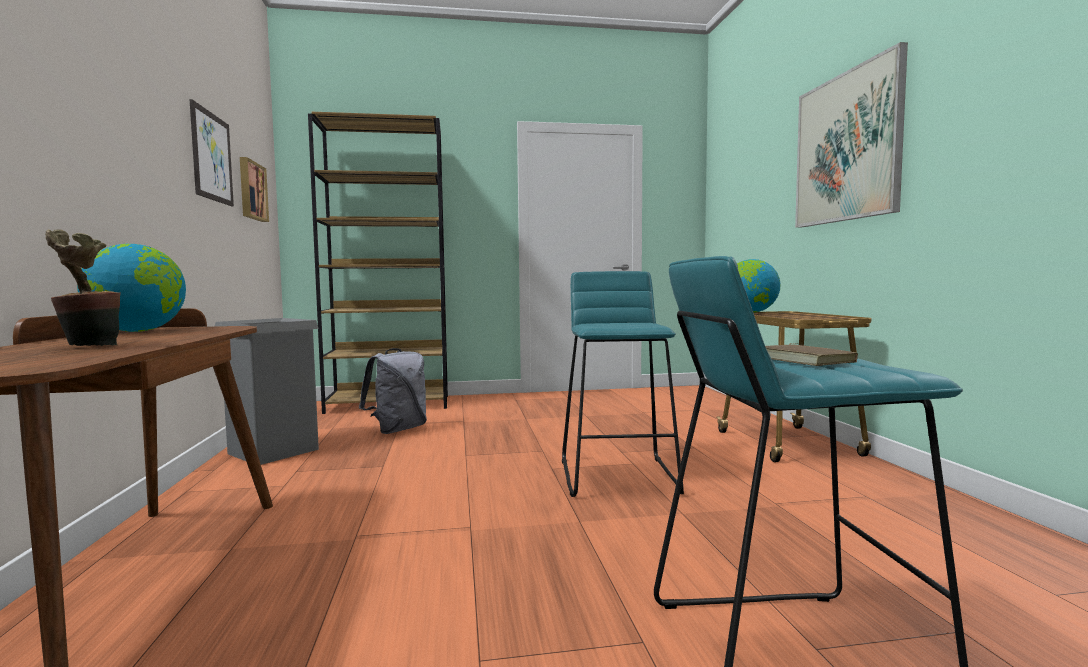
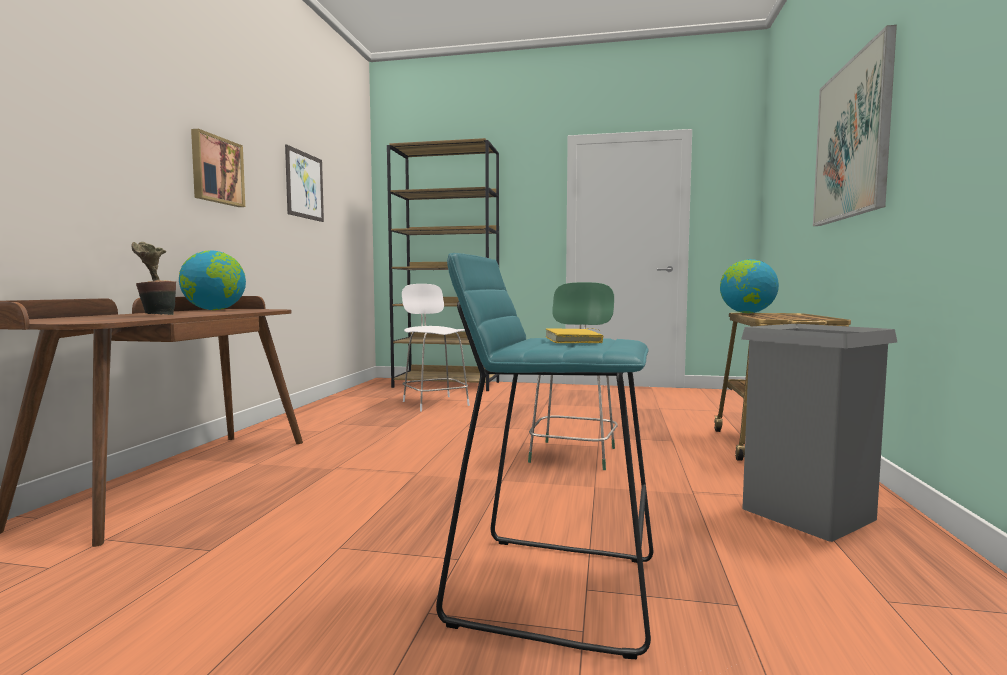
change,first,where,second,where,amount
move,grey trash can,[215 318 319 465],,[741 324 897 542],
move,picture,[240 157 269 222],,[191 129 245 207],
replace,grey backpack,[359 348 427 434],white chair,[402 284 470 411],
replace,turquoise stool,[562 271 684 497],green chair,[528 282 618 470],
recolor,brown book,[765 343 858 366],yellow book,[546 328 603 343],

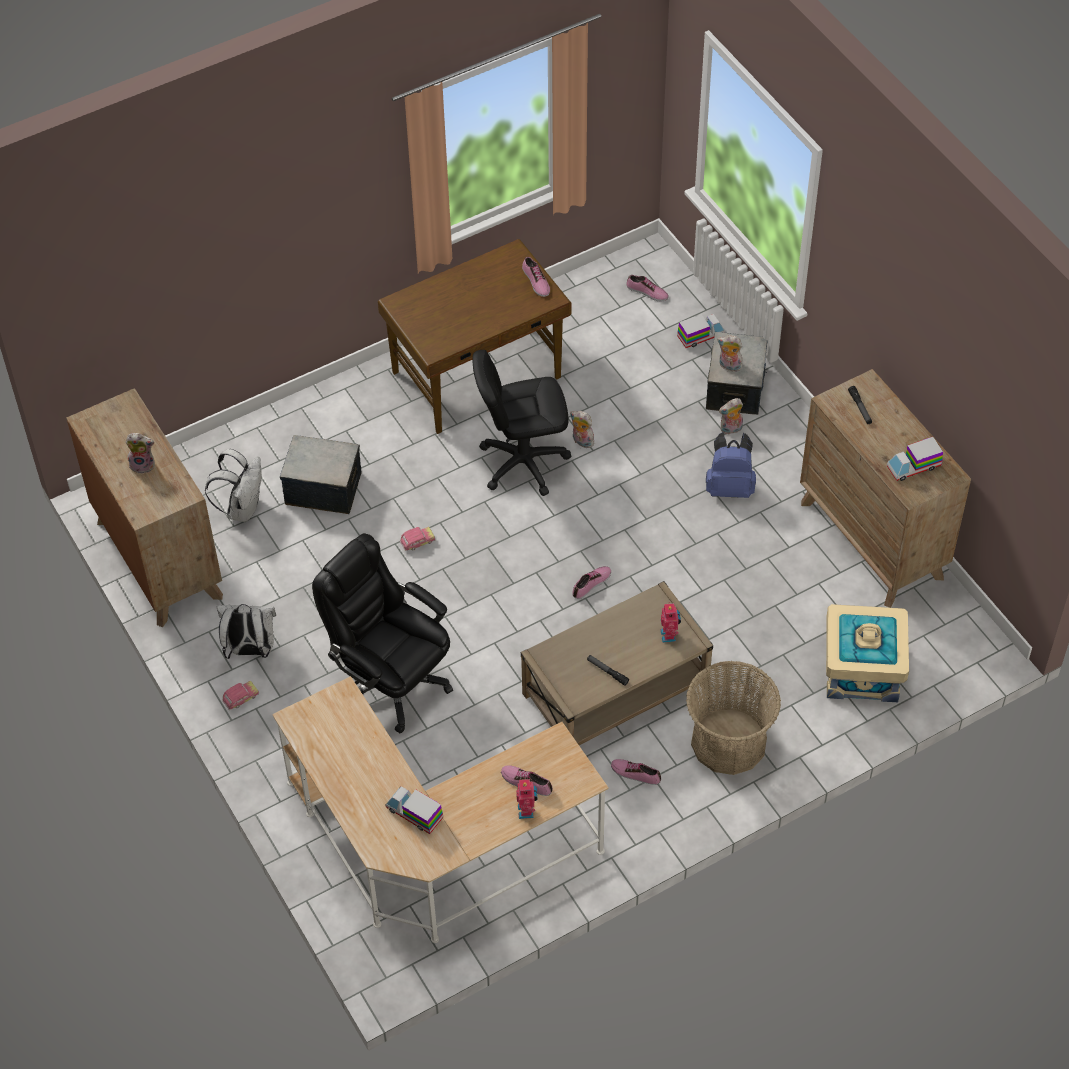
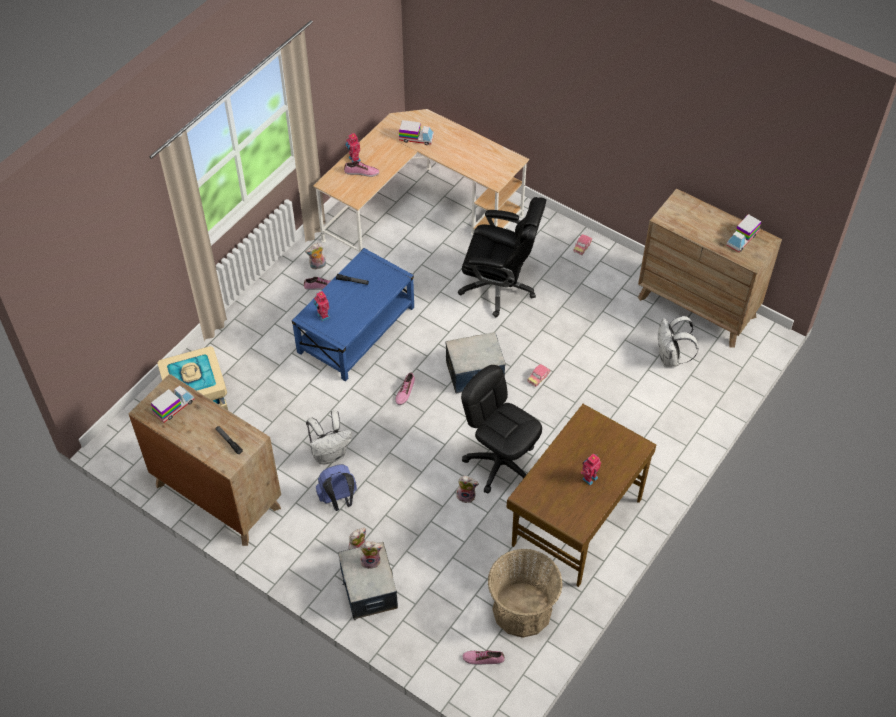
change,first,where,second,where,amount
move,plush toy,[126 433 155 474],,[305 243 326 270],
move,white backpack,[217 604 276 659],,[306 410 352 465],
move,storage box,[280 435 361 514],,[445 332 506 393],
rotate,black office chair,[473 350 571 496],,[461 365 542 493],105 degrees counterclockwise
recolor,beige coffee table,[521 581 713 745],blue coffee table,[292 248 414 381],
delete,shoe,[522 257 550 297],,,
move,toy truck,[677 314 725 348],,[726 214 761 252],
move,basket,[686 660 781 775],,[488 549 562 638],
insert,,,toy robot,[581 453 601 485],

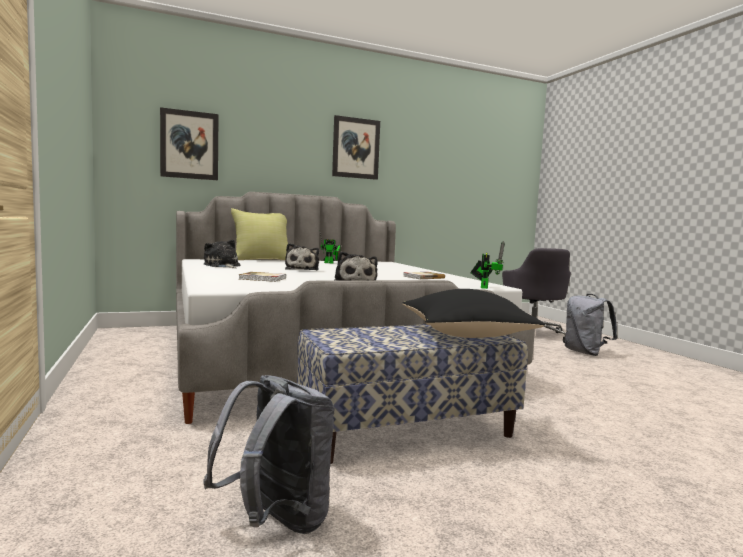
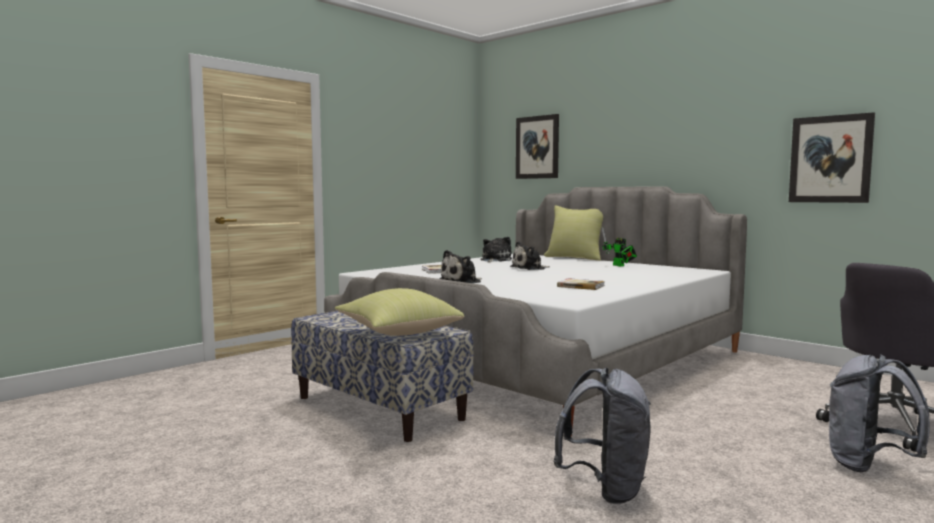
change,first,where,second,where,amount
move,grey backpack,[204 375 335 534],,[553 368 651 504],
move,picture,[332 115 380 180],,[789 112 875 203],
recolor,black pillow,[402 289 545 338],yellow pillow,[335 288 464 336],
delete,toy robot,[470 241 505 289],,,

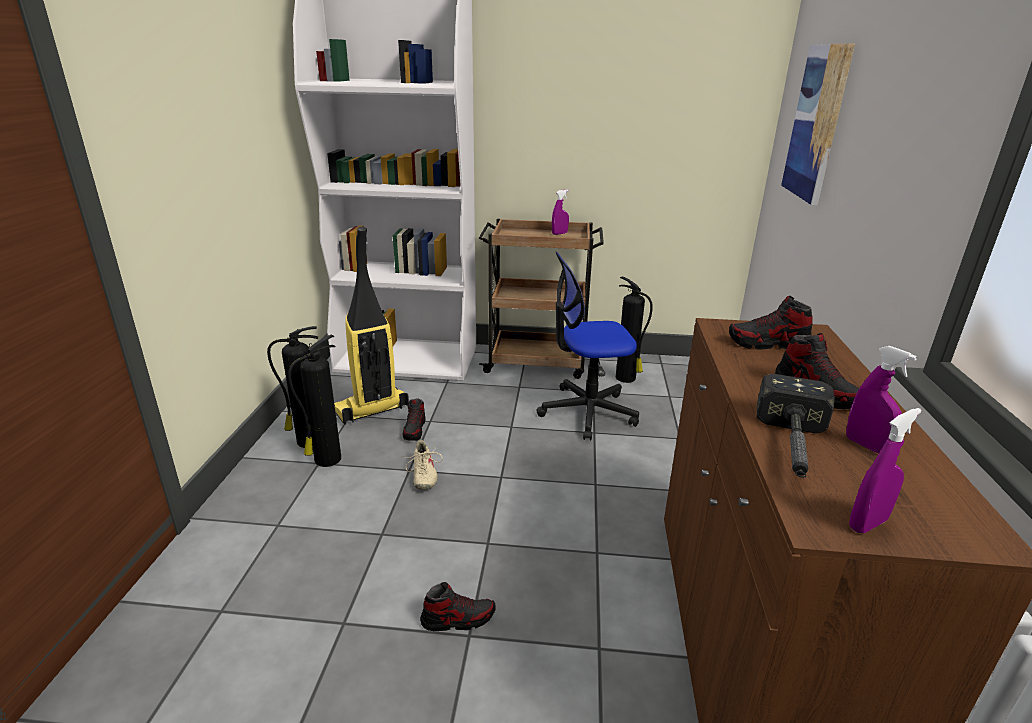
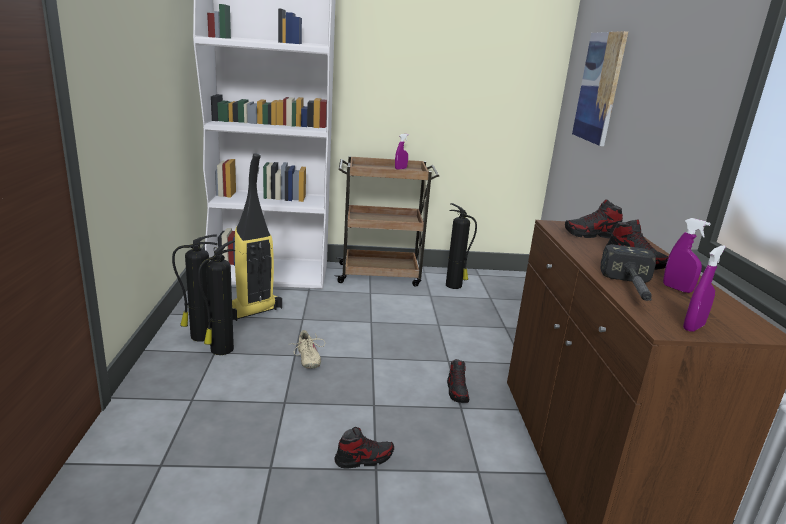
change,first,where,second,where,amount
move,shoe,[403 398 425 441],,[447 359 469 403],
delete,office chair,[536 252 639 440],,,

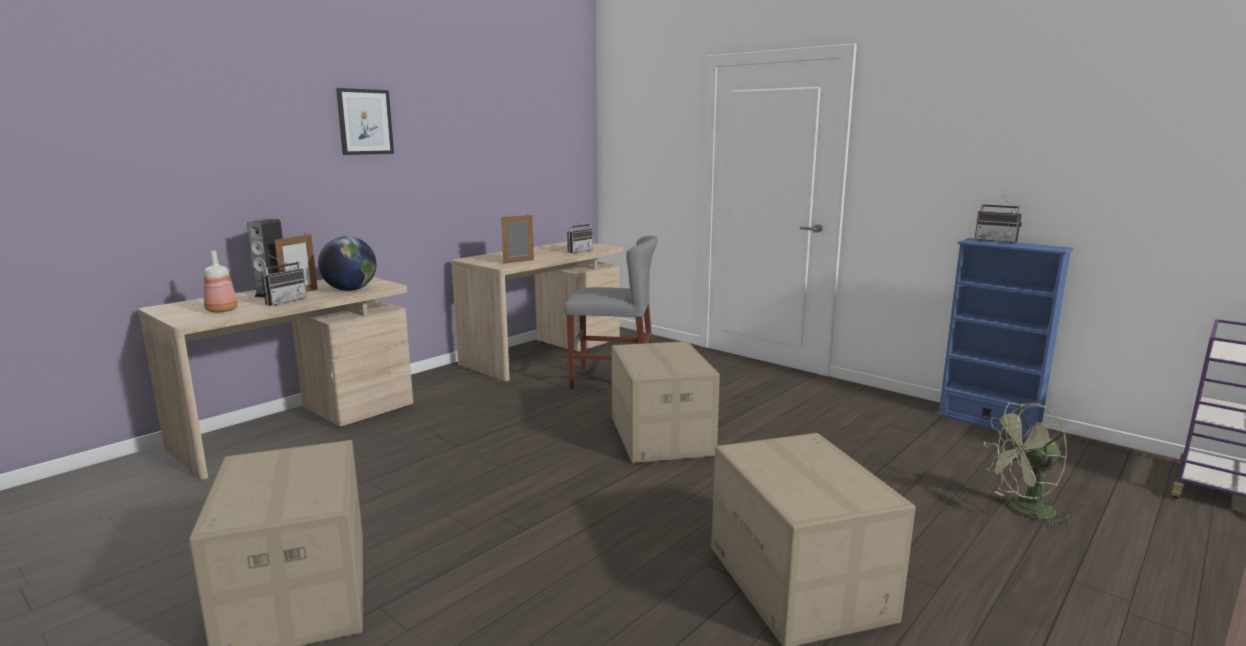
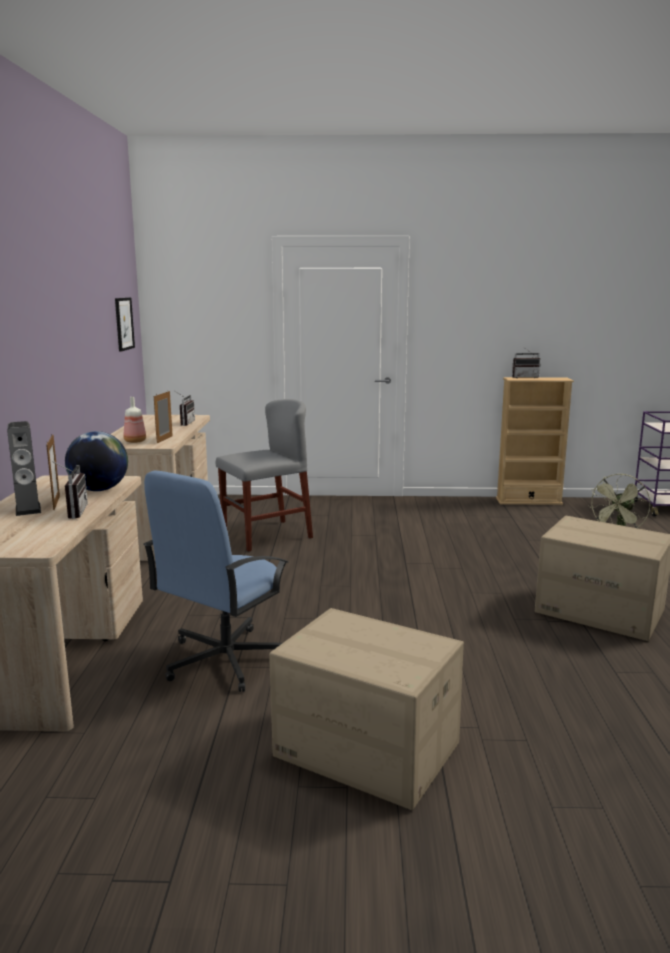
change,first,where,second,where,amount
move,bottle,[204 251 238 313],,[123 397 146 443],
move,picture,[336 88 394 155],,[115 297 135 352],
delete,cardboard box,[612 341 720 463],,,
recolor,blue bookcase,[936 238 1073 438],beige bookcase,[496 377 574 505],
insert,,,blue office chair,[143 470 289 692],

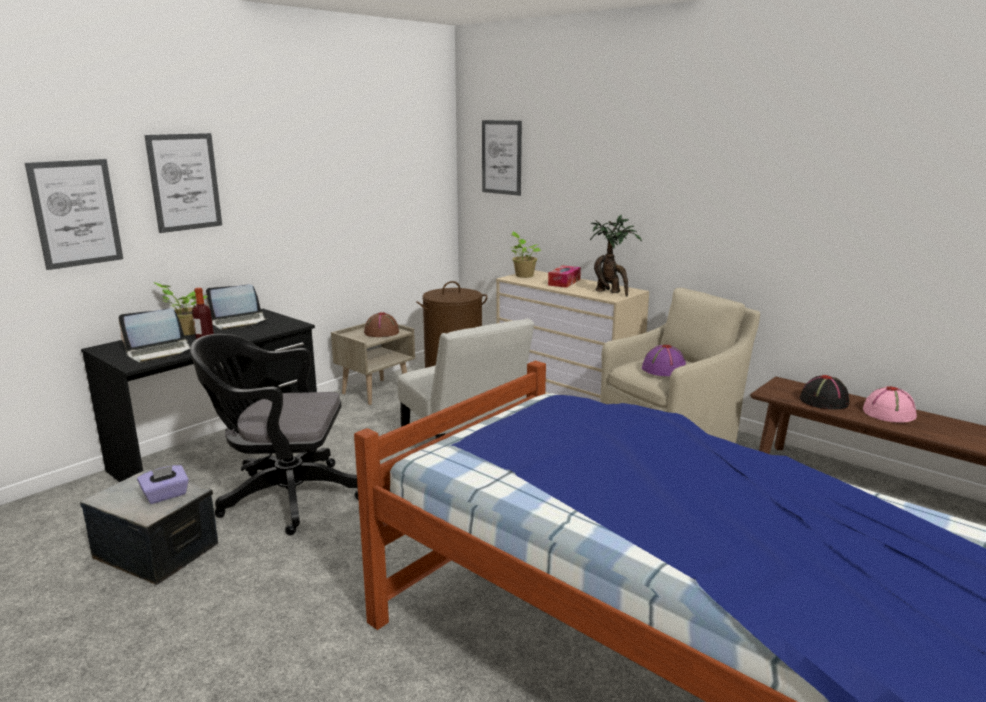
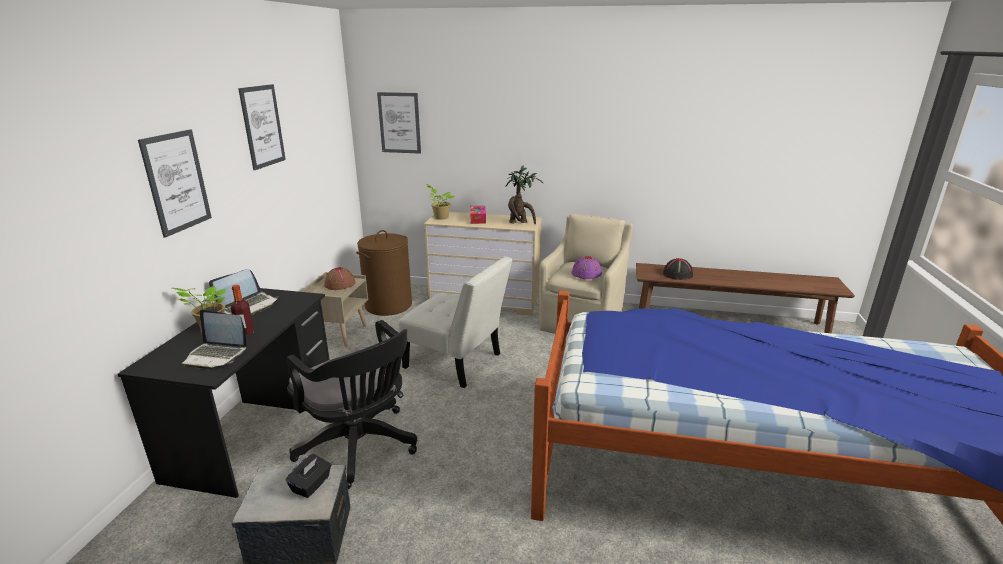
change,first,where,second,where,amount
move,picture,[25 159 123 270],,[238 84 286 170],
rotate,laptop,[119 309 191 363],,[182 310 247 369],75 degrees clockwise
recolor,purple tissue box,[137 465 189 504],black tissue box,[286 454 331 498],
rotate,black office chair,[190 334 358 536],,[286 320 417 489],105 degrees counterclockwise
delete,pink hat,[863 386 917 423],,,

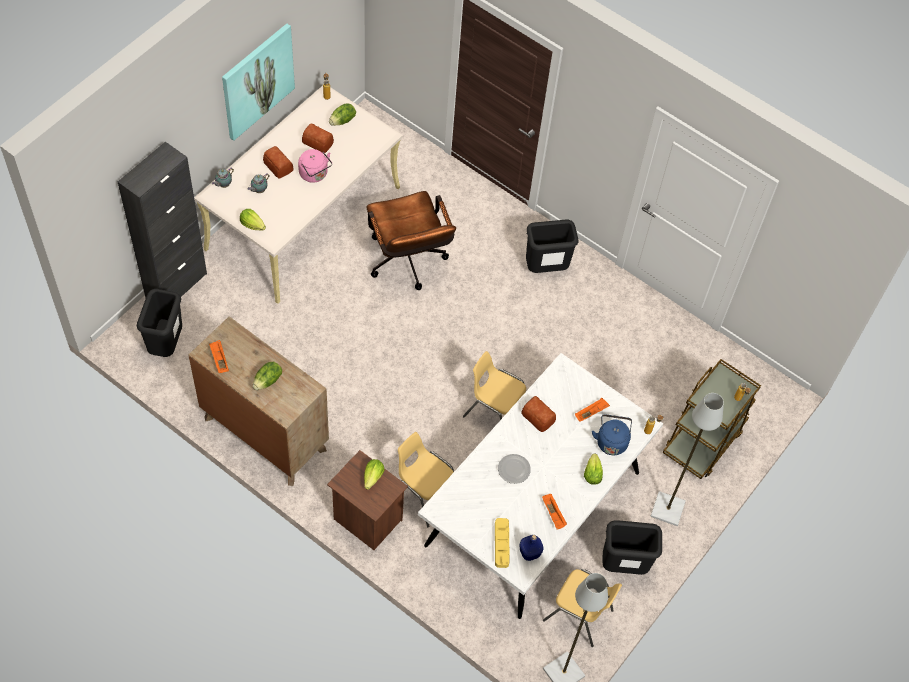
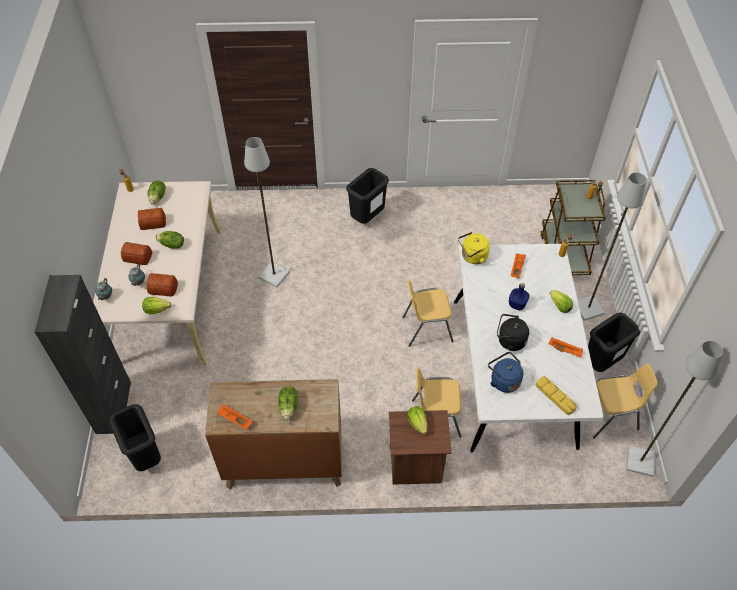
change,first,where,second,where,amount
delete,picture,[222 24 295 141],,,
replace,pink kettle,[298 149 332 183],lettuce,[156 231 184 249],
replace,brown office chair,[367 191 456 290],grey floor lamp,[244 137 290 287],
replace,plate,[498 454 531 484],black kettle,[497 314 529 351],
move,blue bottle,[520 535 543 561],,[509 283 529 310],
move,bread,[521 396 556 432],,[146 273 178 297],
move,blue kettle,[592 414 632 455],,[488 352 523 393],
insert,,,yellow kettle,[458 232 490 264],

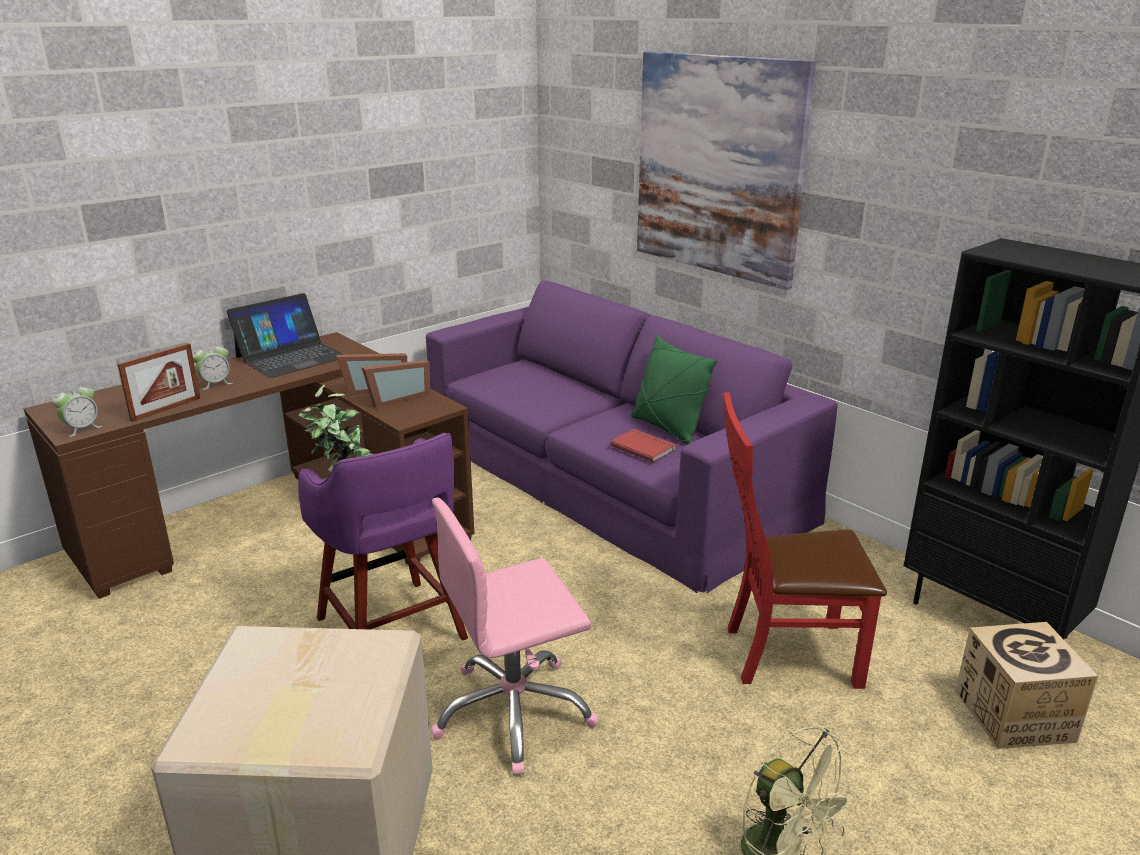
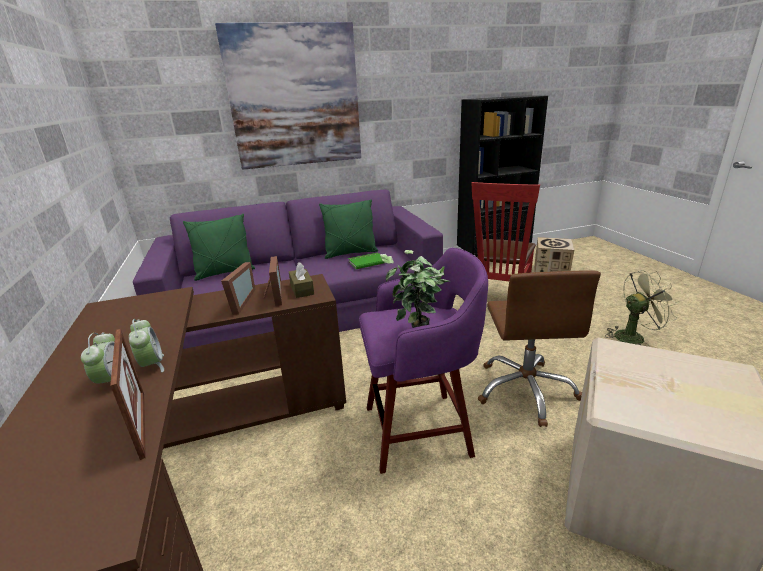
change,first,where,second,where,amount
move,alarm clock,[52 383 102 437],,[129 319 164 372],
delete,laptop,[227 293 344 378],,,
recolor,pink office chair,[430 498 599 775],brown office chair,[478 271 601 427],
recolor,red book,[610 429 676 462],green book,[348 253 384 269],
insert,,,green pillow,[183 214 255 281],
insert,,,brown tissue box,[289 262 314 298],

